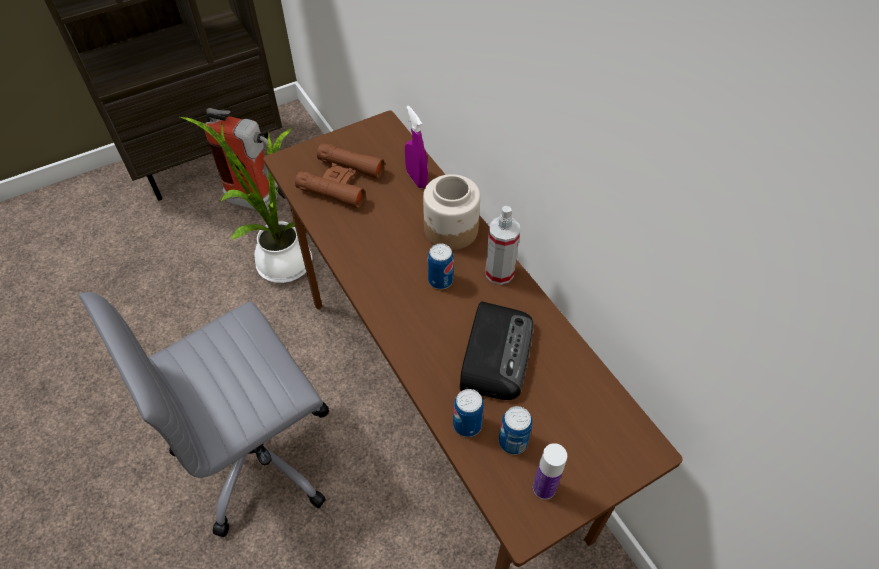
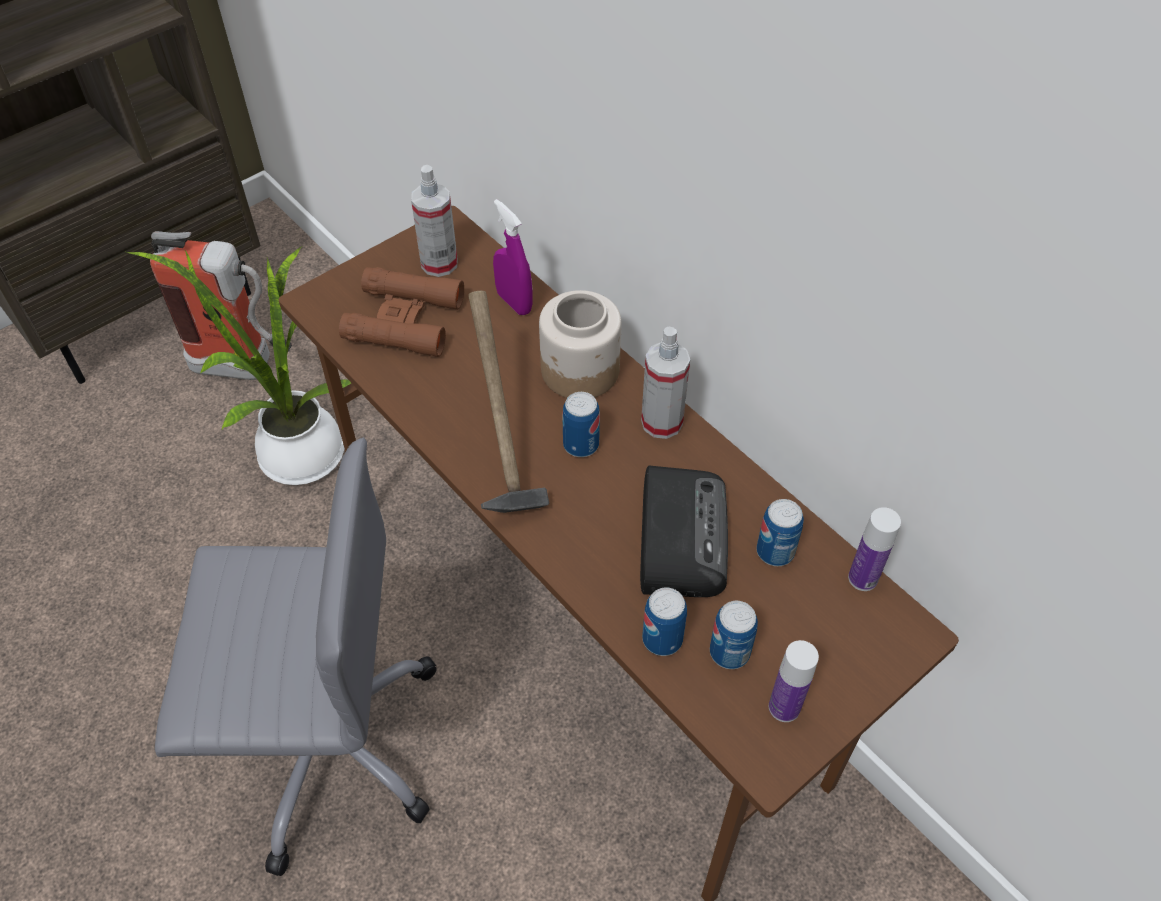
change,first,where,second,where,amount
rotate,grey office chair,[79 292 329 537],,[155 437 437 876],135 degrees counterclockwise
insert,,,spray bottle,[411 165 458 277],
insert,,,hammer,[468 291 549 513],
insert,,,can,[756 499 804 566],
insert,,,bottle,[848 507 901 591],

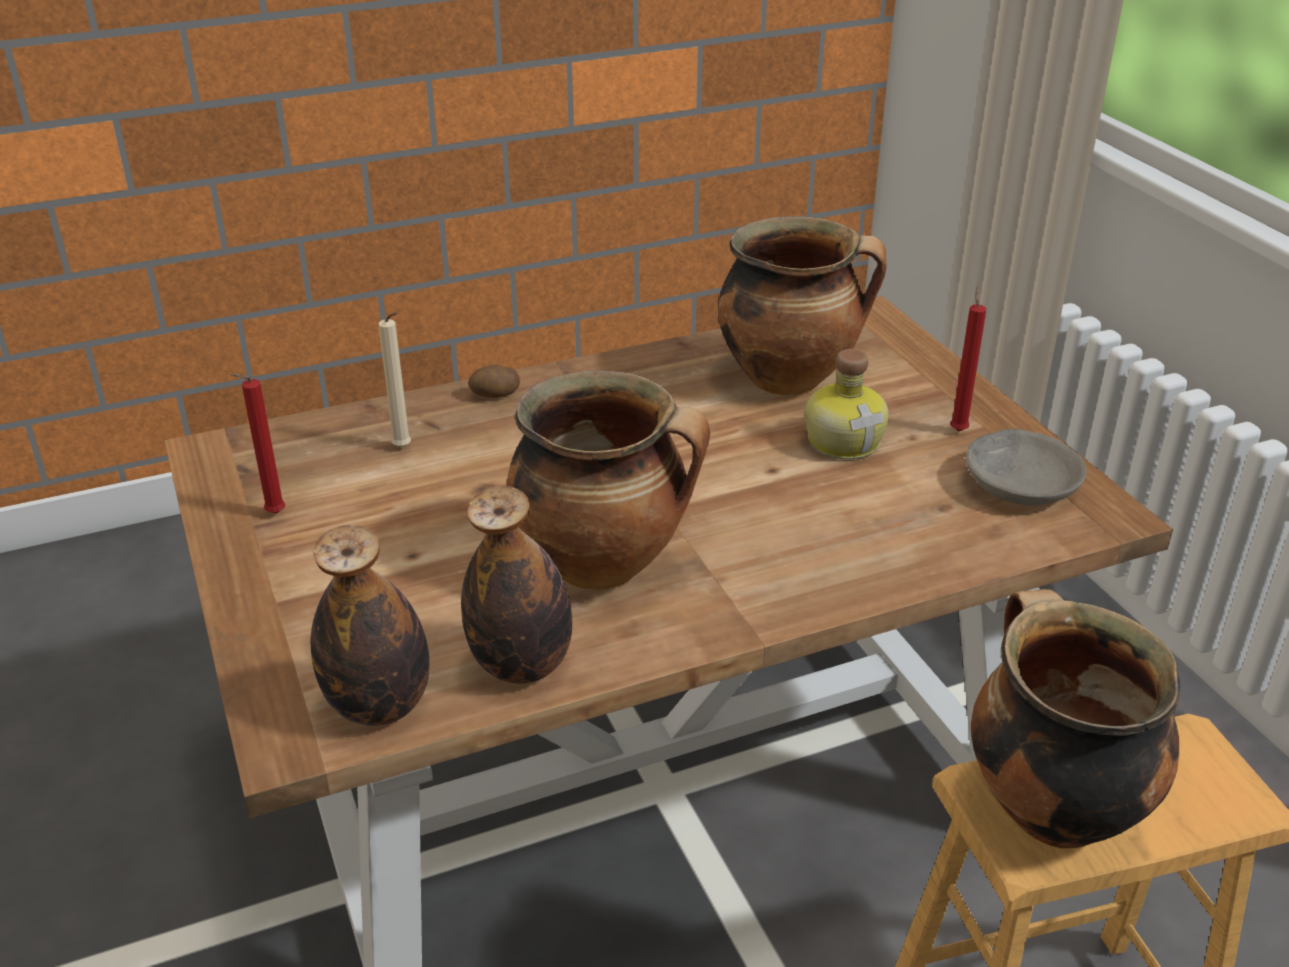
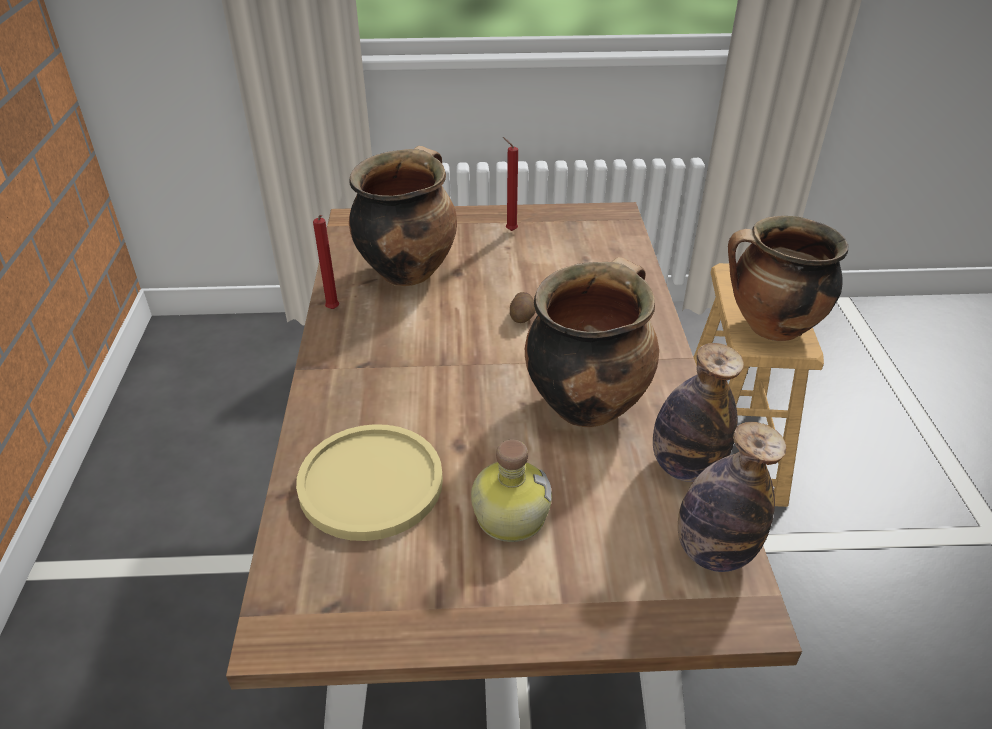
change,first,where,second,where,amount
move,red candle,[231 373 285 514],,[313 215 339 309],
replace,beige candle,[378 312 411 448],yellow plate,[296 424 443 541],
move,potato,[468 365 520 398],,[510 292 536 323],
move,bottle,[805 349 889 460],,[471 439 552 542],
delete,grey bowl,[966 429 1087 506],,,

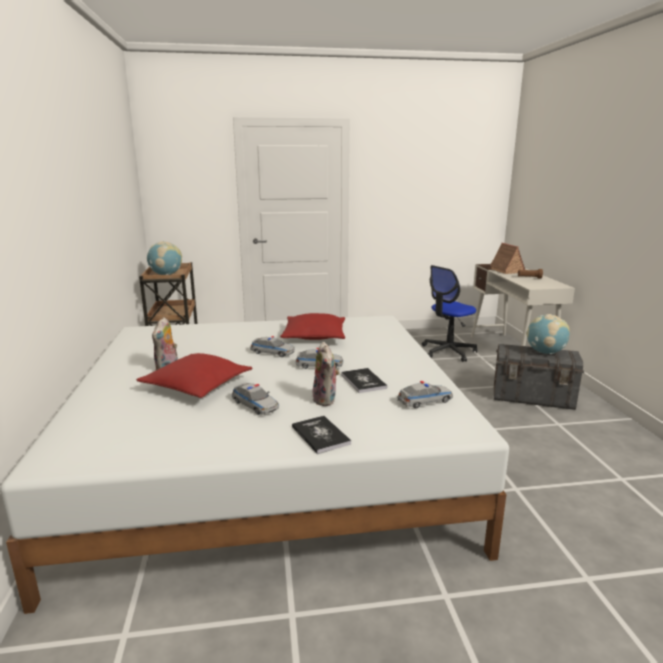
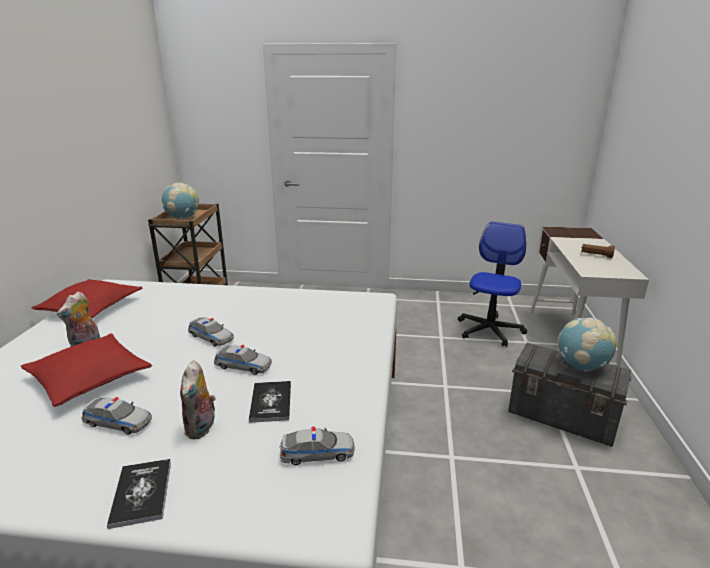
change,first,where,second,where,amount
rotate,toy car,[232 383 279 415],,[81 397 152 435],45 degrees counterclockwise
move,red pillow,[280 313 345 340],,[31 279 143 318],
rotate,office chair,[422 265 477 362],,[458 222 527 347],135 degrees clockwise
delete,toy house,[489 243 525 274],,,

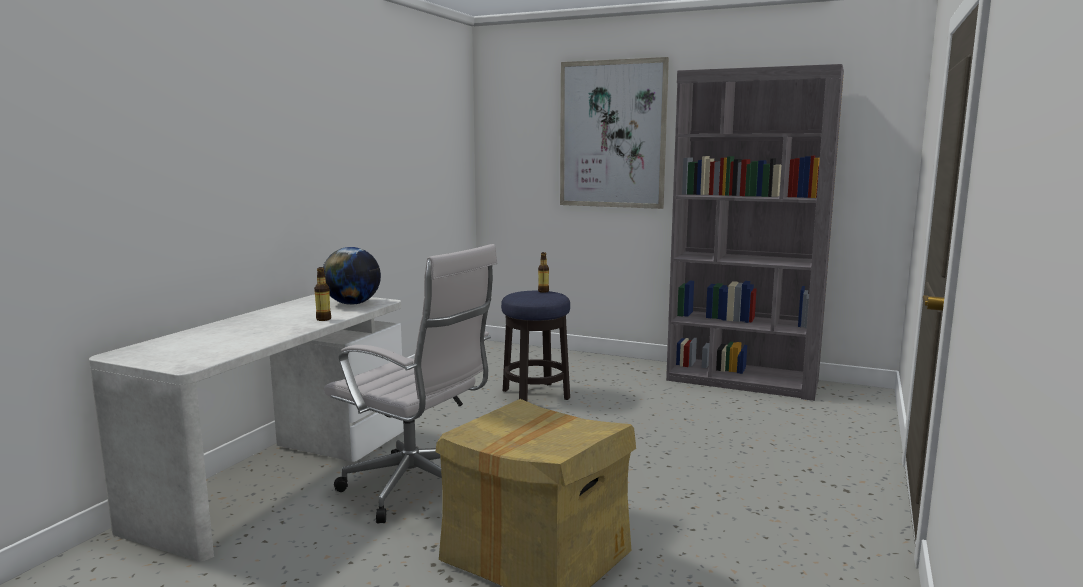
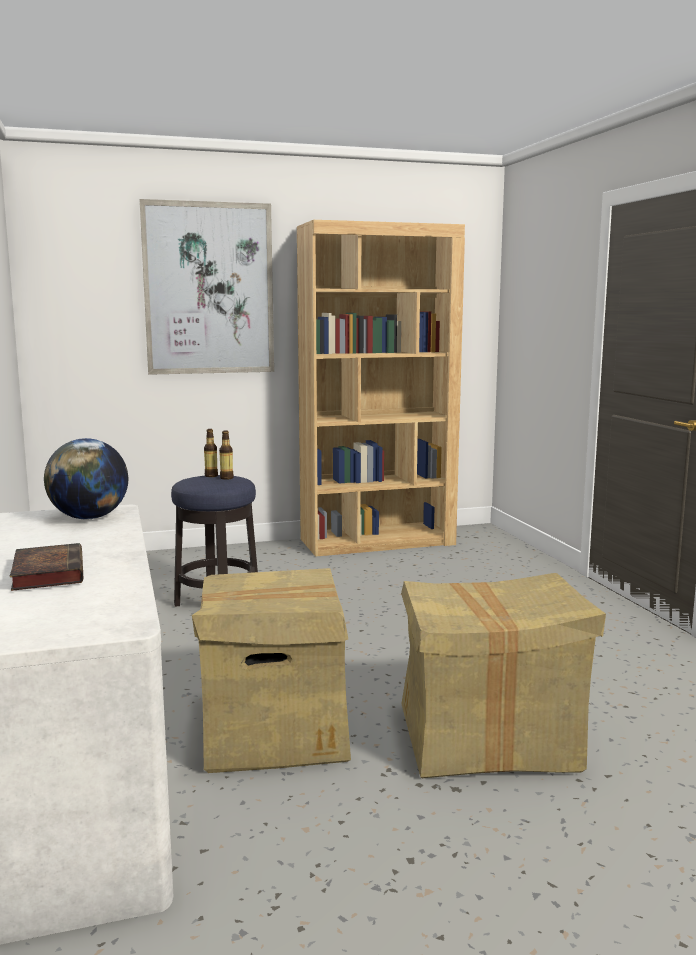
change,first,where,second,where,amount
move,bottle,[314 267 331 321],,[219 430 234 480],
replace,white office chair,[324 244 497 523],cardboard box,[192 568 351 773],
recolor,grey bookcase,[666 64 844 401],brown bookcase,[297 220 465 557],
insert,,,book,[10 543 83 591],

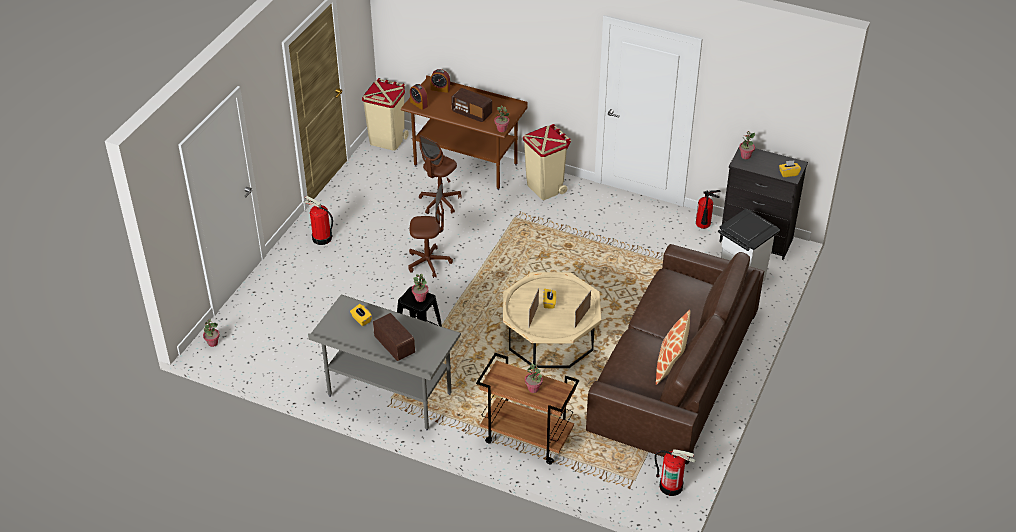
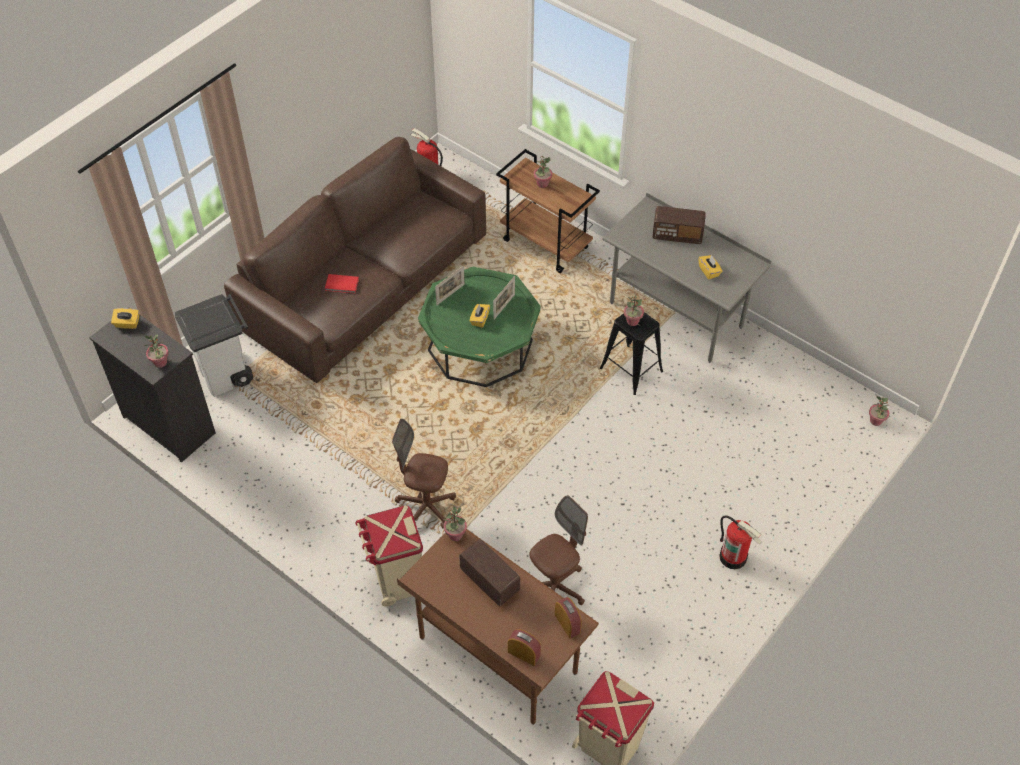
change,first,where,second,where,amount
rotate,radio,[373 313 415 361],,[652 206 706 244],60 degrees counterclockwise
move,brown office chair,[408 184 453 278],,[392 419 456 529],
recolor,beige coffee table,[503 272 601 368],green coffee table,[418 267 541 387],
delete,pillow,[656 310 690 385],,,
delete,fire extinguisher,[696 190 720 229],,,
insert,,,red book,[325 274 359 294],

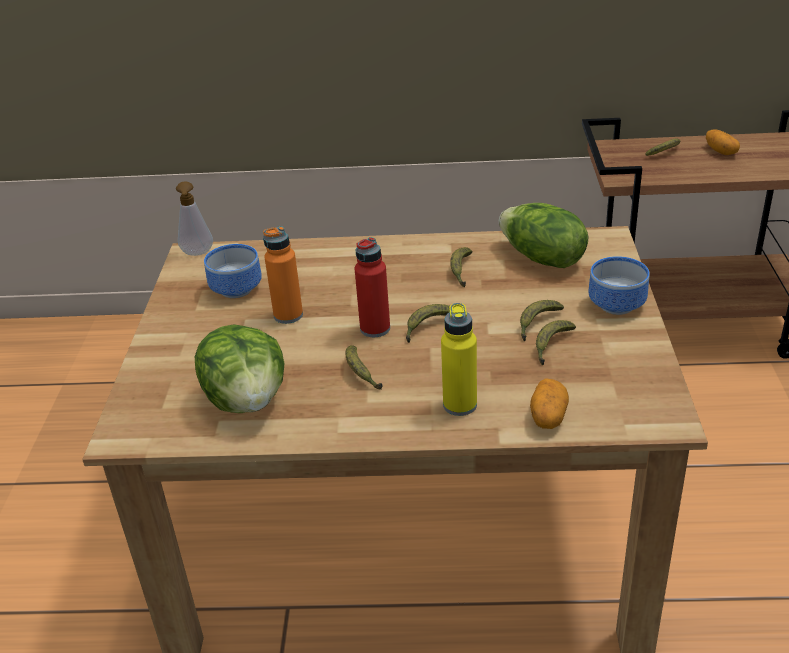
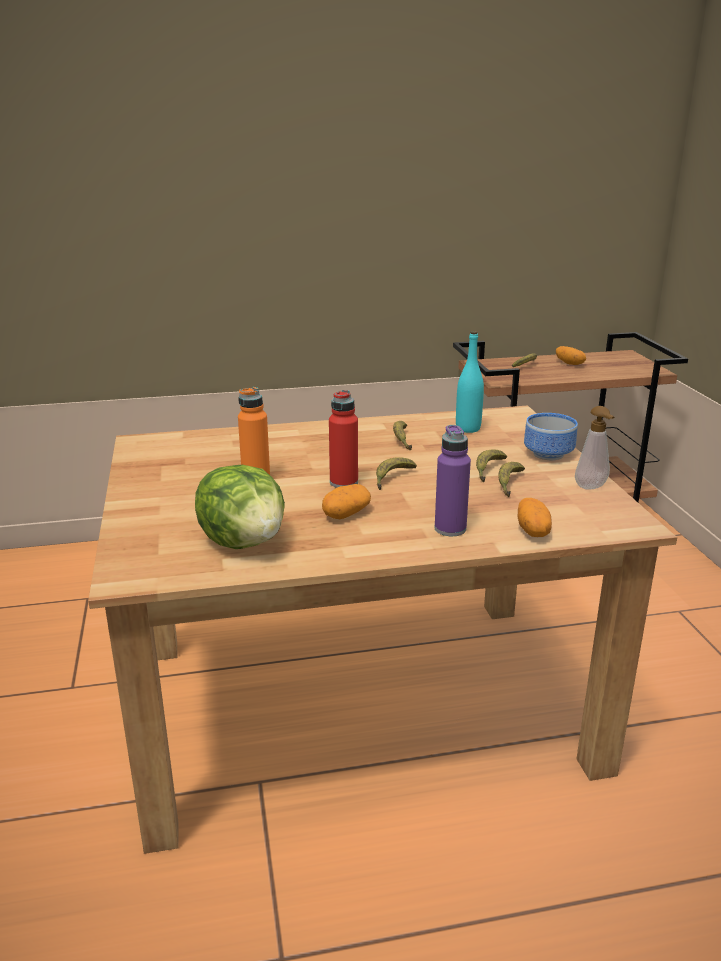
change,first,where,second,where,amount
move,soap dispenser,[176 181 213 256],,[575 406 614 489],
delete,bowl,[204 244 262 298],,,
replace,banana,[345 345 383 390],potato,[322 484 371 519],
recolor,yellow bottle,[441 303 477 416],purple bottle,[435 425 471 536],
replace,lettuce,[499 203 588 268],turquoise bottle,[456 331 484 433],

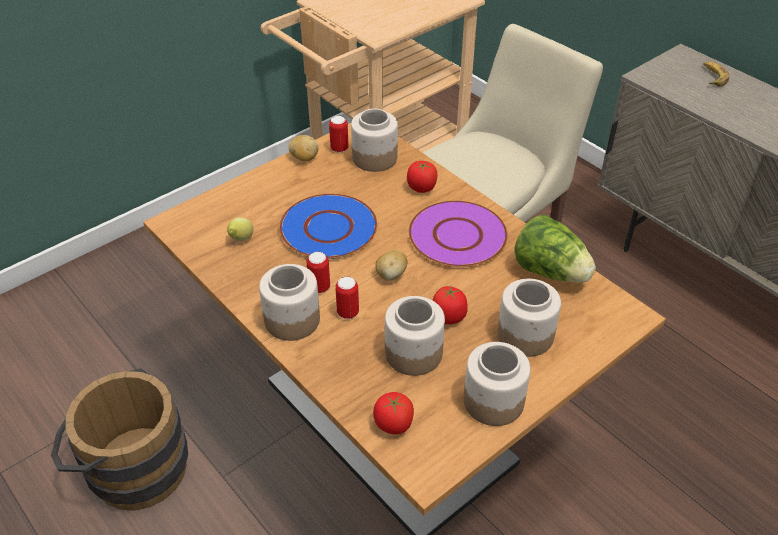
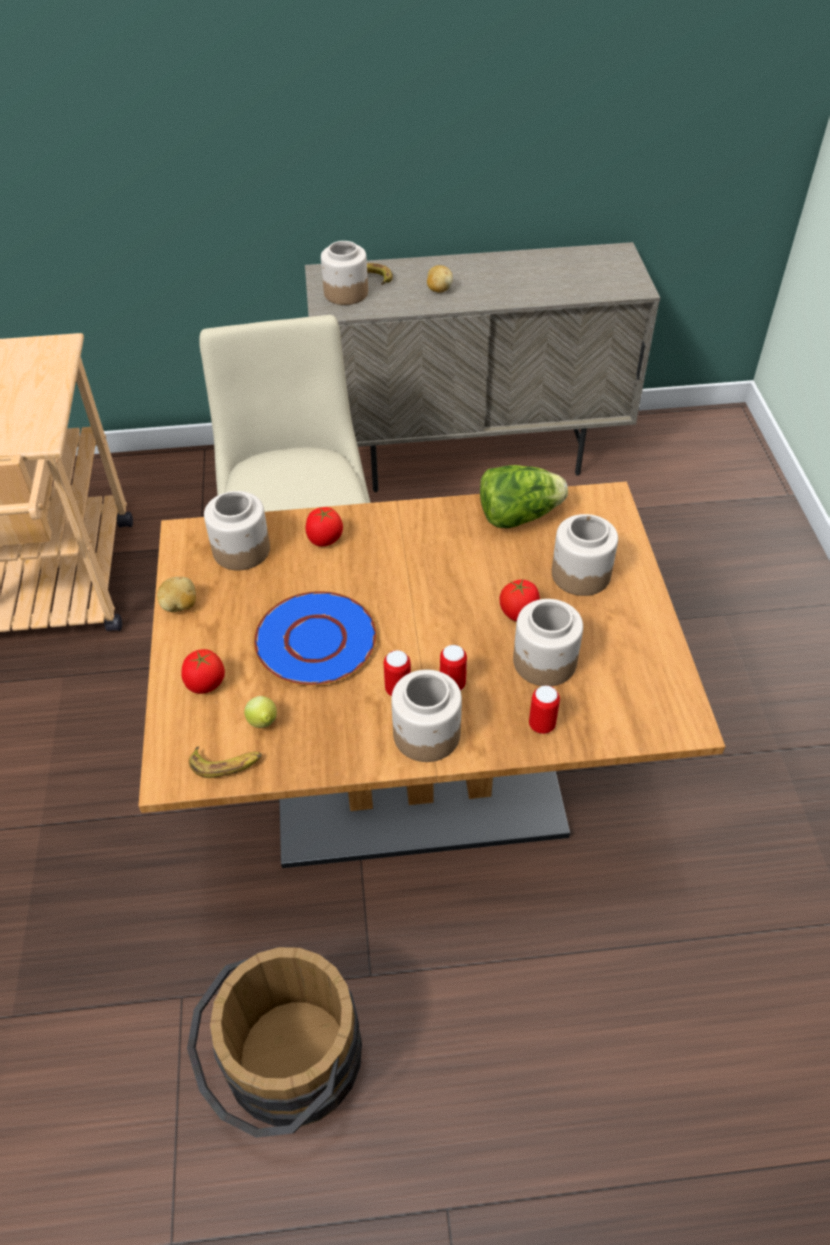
change,first,where,second,where,amount
move,can,[329 116 349 153],,[529 685 560 734],
move,tomato,[373 392 414 434],,[181 649 225 694],
move,potato,[375 250 408 281],,[427 265 453 293],
delete,purple plate,[408 201 508 267],,,
move,jar,[464 342 531 426],,[321 241 368 305],
insert,,,banana,[189 746 262 778],

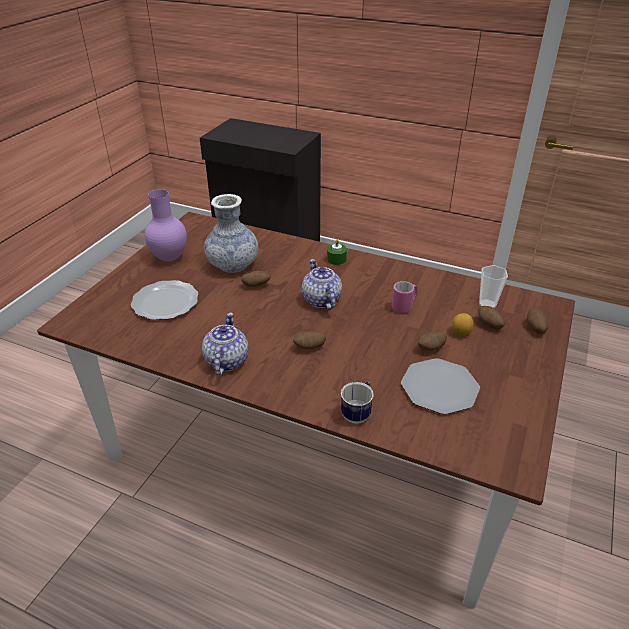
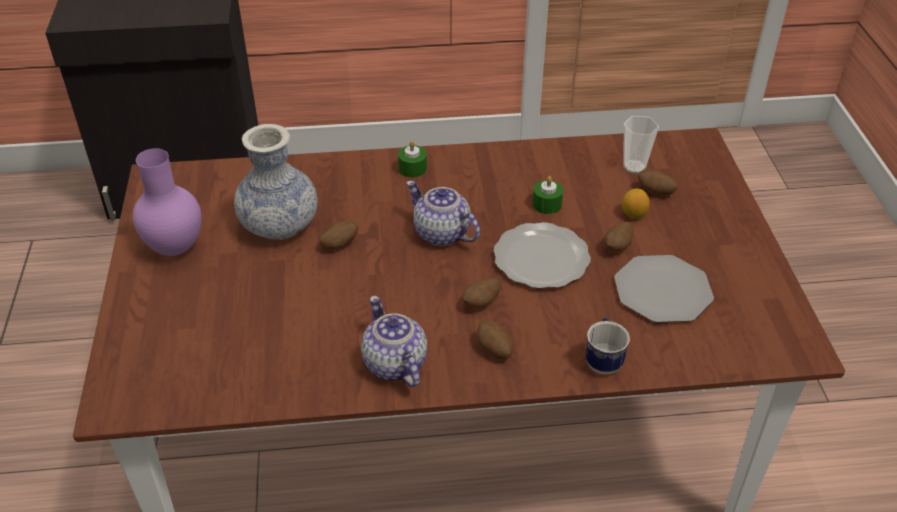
change,first,where,second,where,amount
move,plate,[131 280 199 320],,[493 222 591 289],
replace,pink mug,[392 281 418 313],green candle,[532 176 564 214],
move,potato,[527 308 549 334],,[477 320 513 359],

